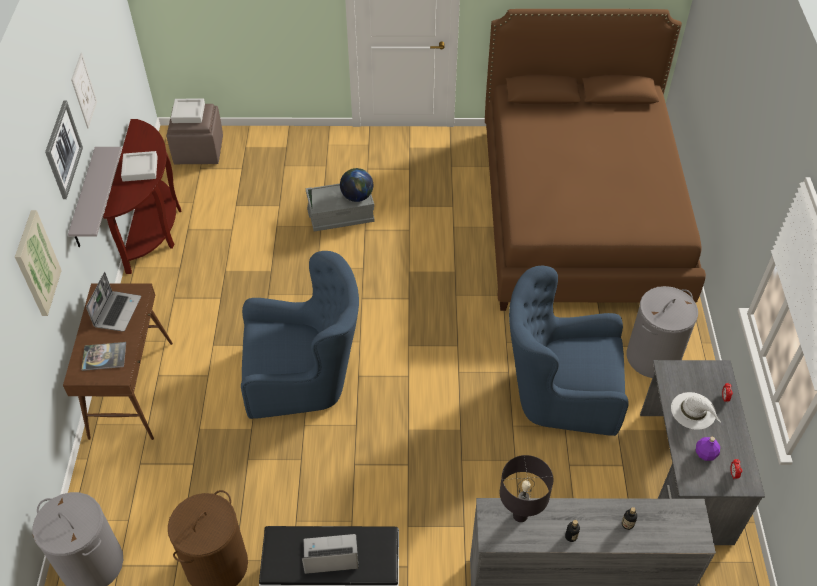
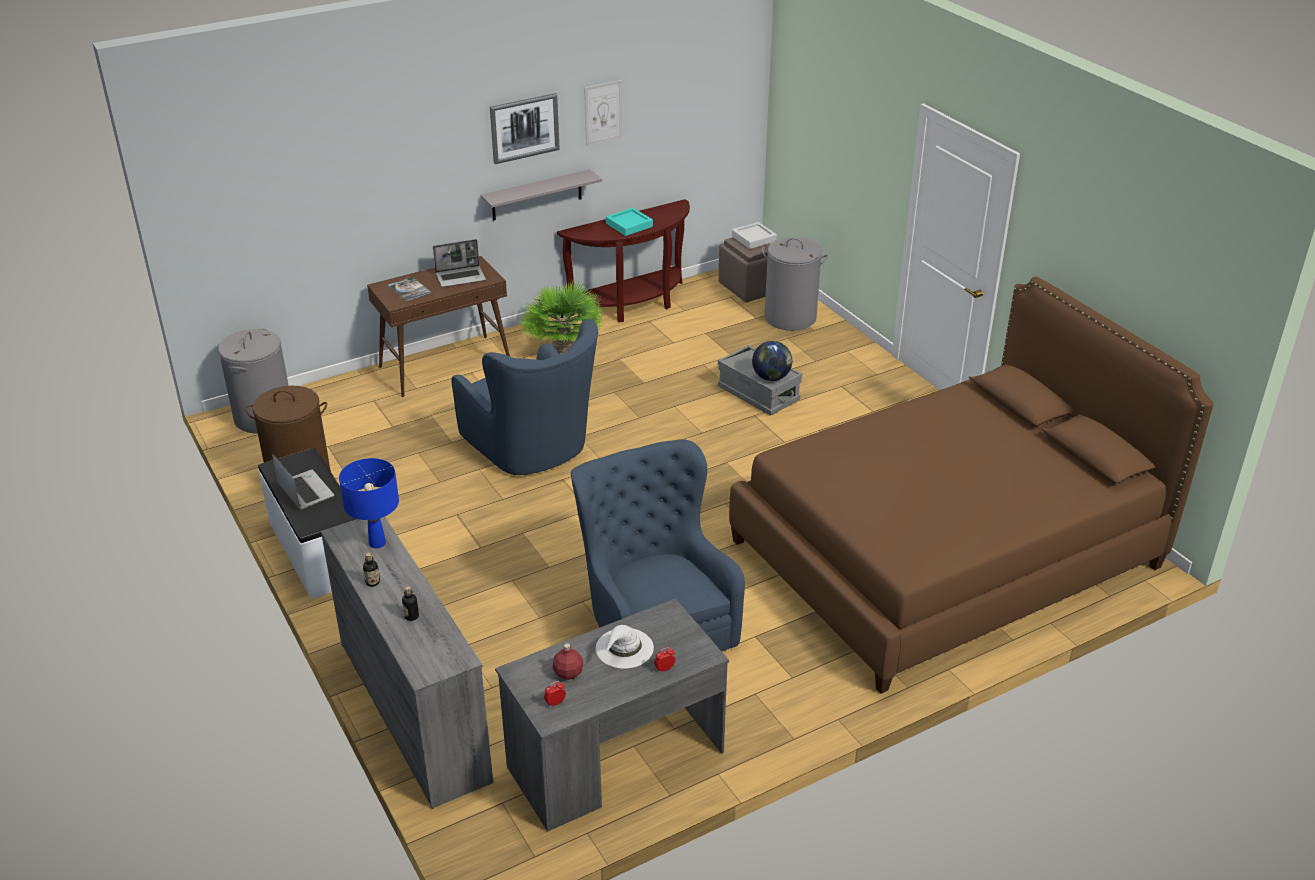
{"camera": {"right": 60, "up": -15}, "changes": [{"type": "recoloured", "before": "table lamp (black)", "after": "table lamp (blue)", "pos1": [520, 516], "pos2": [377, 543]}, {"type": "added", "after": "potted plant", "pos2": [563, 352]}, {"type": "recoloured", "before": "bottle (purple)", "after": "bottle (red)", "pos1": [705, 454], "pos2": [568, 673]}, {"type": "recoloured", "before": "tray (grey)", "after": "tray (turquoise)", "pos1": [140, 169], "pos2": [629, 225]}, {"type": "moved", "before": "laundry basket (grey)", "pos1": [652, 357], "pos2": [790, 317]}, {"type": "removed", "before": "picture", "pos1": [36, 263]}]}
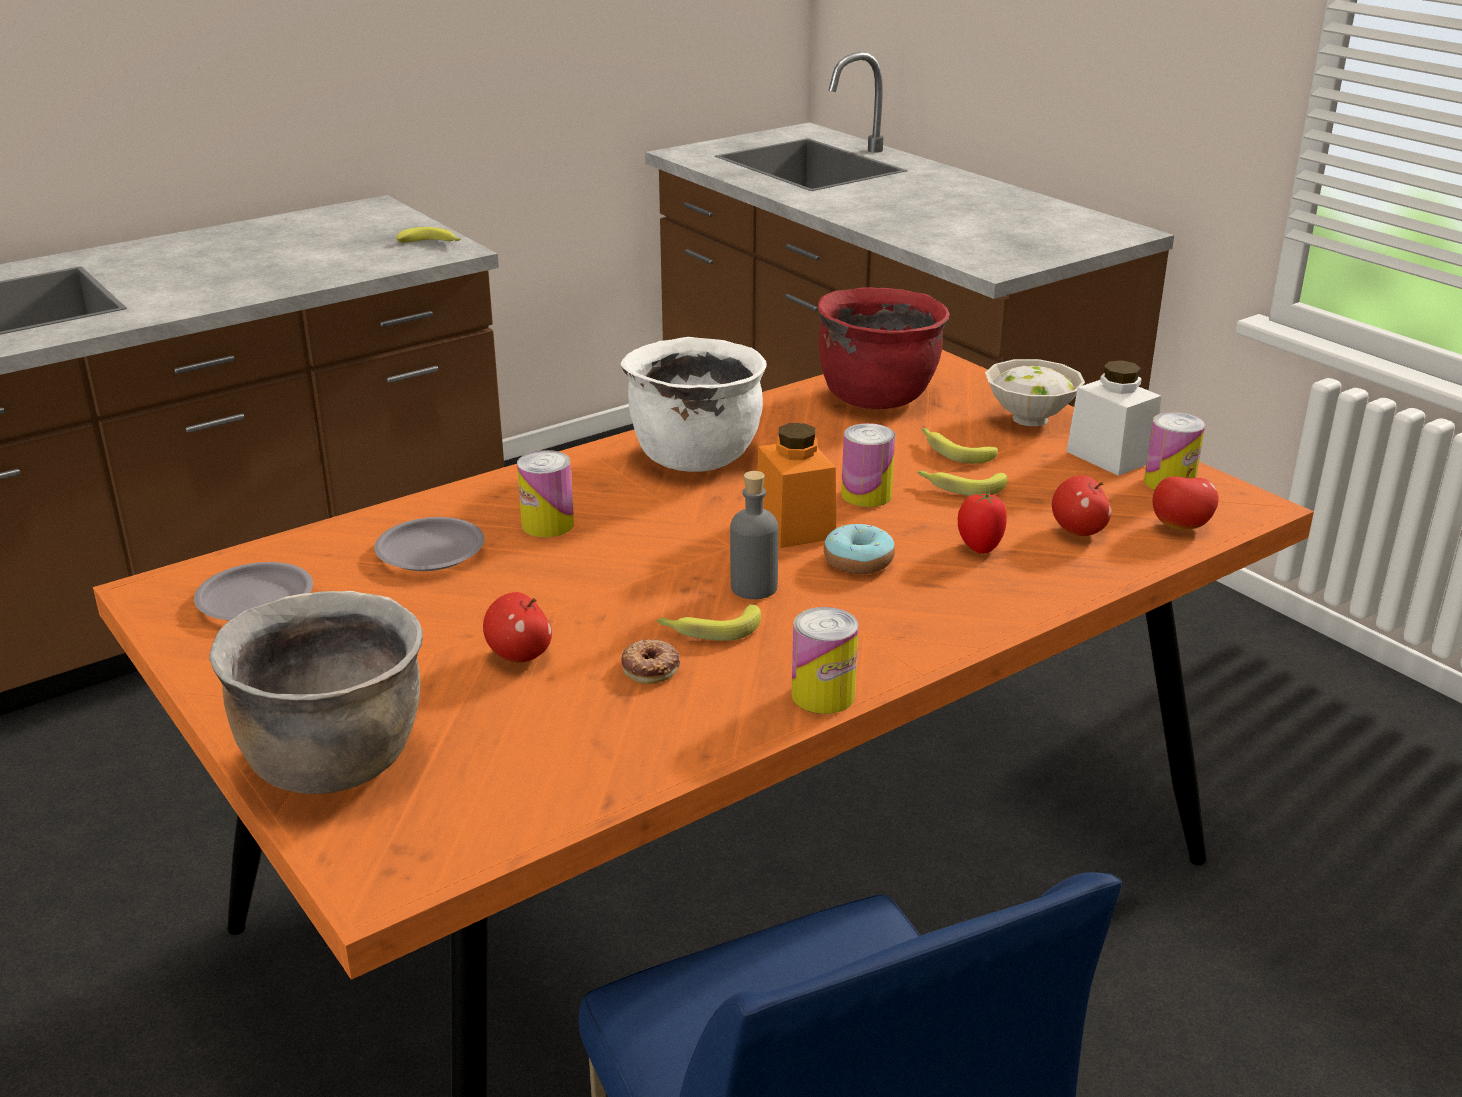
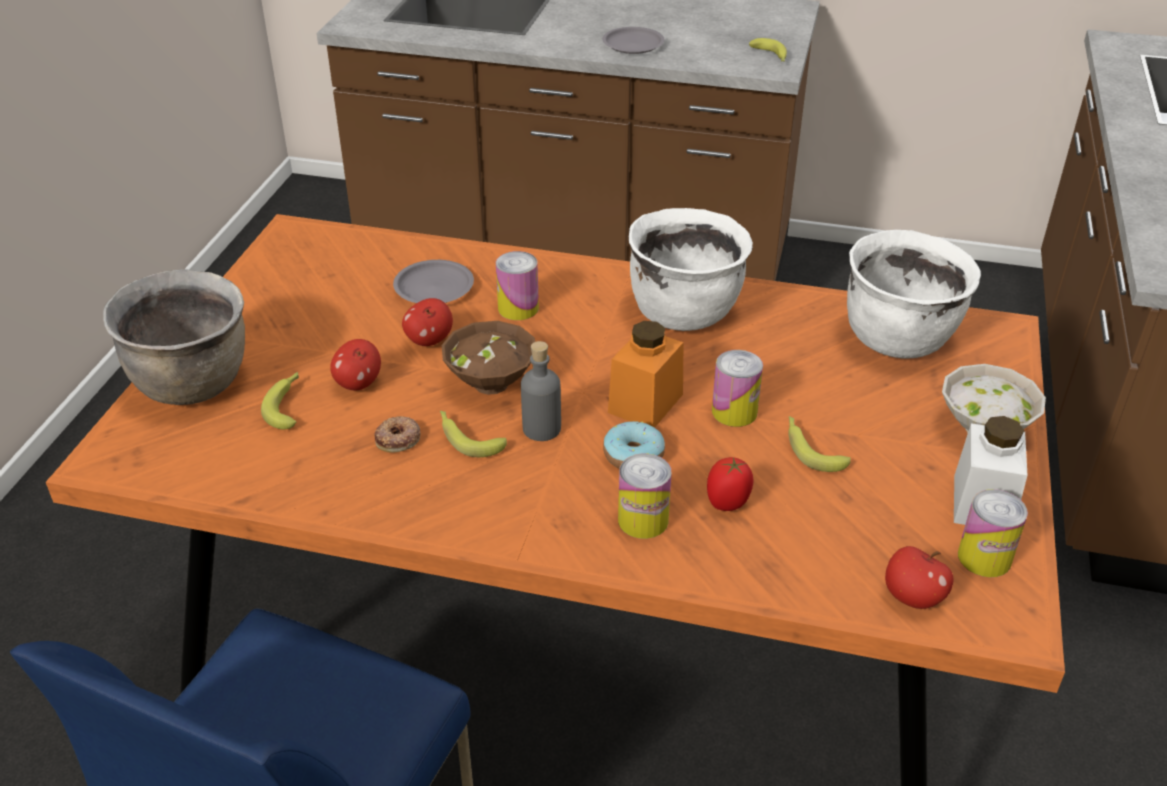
{"camera": {"right": 50, "up": 10}, "changes": [{"type": "moved", "before": "banana", "pos1": [954, 451], "pos2": [287, 405]}, {"type": "moved", "before": "apple", "pos1": [1078, 531], "pos2": [429, 340]}, {"type": "added", "after": "bowl (brown)", "pos2": [493, 383]}, {"type": "moved", "before": "plate (grey)", "pos1": [255, 600], "pos2": [632, 45]}, {"type": "moved", "before": "can", "pos1": [823, 695], "pos2": [643, 520]}, {"type": "recoloured", "before": "cooking pot (red)", "after": "cooking pot (white)", "pos1": [877, 397], "pos2": [898, 339]}]}
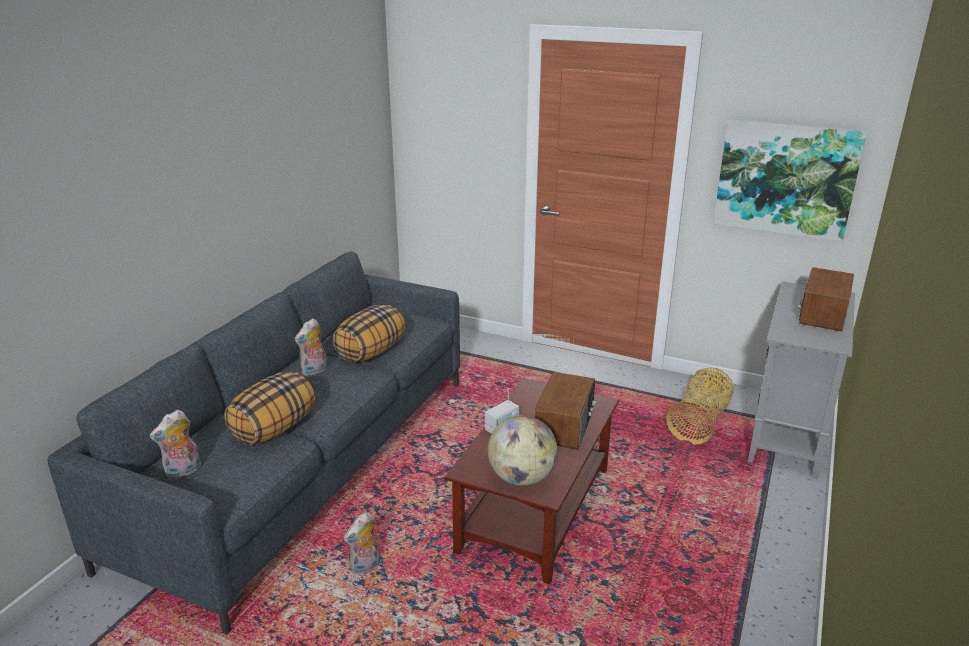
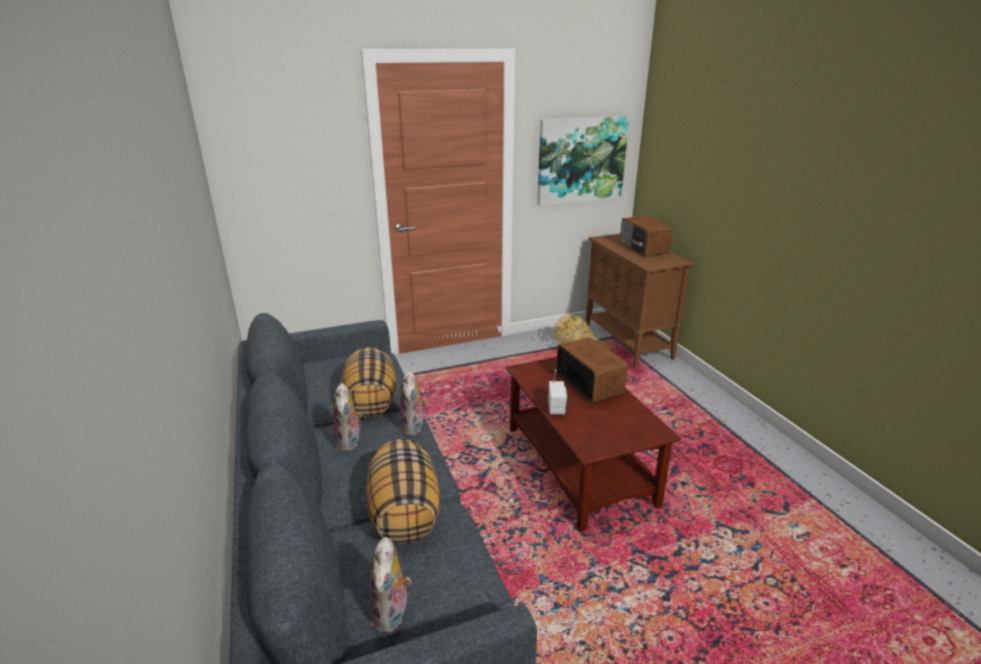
{"camera": {"right": -45, "up": 0}, "changes": [{"type": "moved", "before": "plush toy", "pos1": [365, 567], "pos2": [414, 427]}, {"type": "recoloured", "before": "cabinet (grey)", "after": "cabinet (brown)", "pos1": [788, 435], "pos2": [628, 342]}, {"type": "removed", "before": "globe", "pos1": [521, 478]}]}
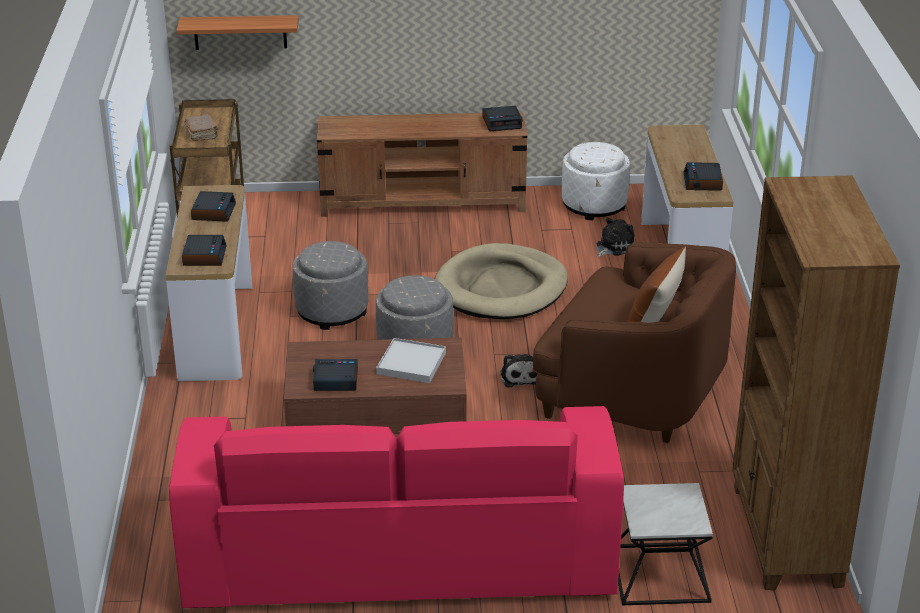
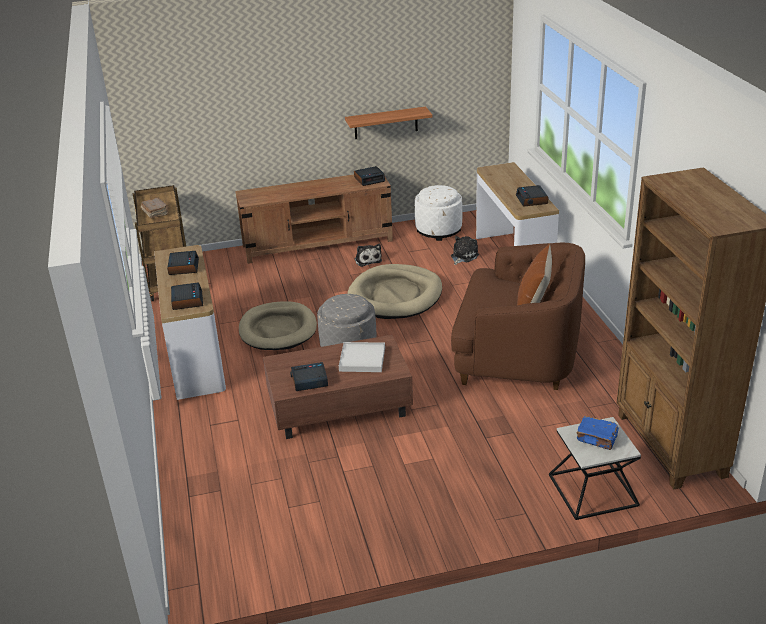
{"camera": {"right": -10, "up": 0}, "changes": [{"type": "replaced", "before": "ottoman (grey)", "after": "dog bed (beige)", "pos1": [332, 311], "pos2": [278, 329]}, {"type": "moved", "before": "shelf", "pos1": [240, 32], "pos2": [386, 123]}, {"type": "moved", "before": "plush toy", "pos1": [520, 376], "pos2": [367, 260]}, {"type": "added", "after": "book (blue)", "pos2": [597, 439]}, {"type": "removed", "before": "sofa (pink)", "pos1": [398, 559]}]}
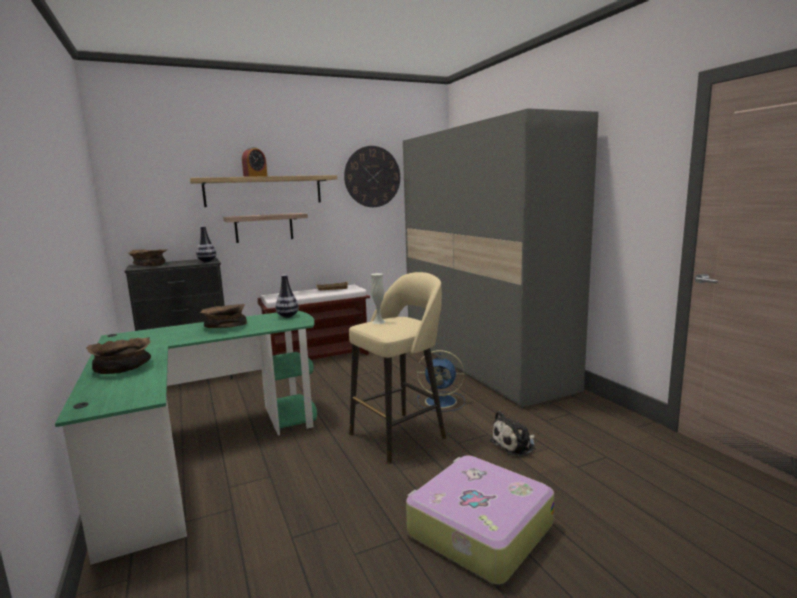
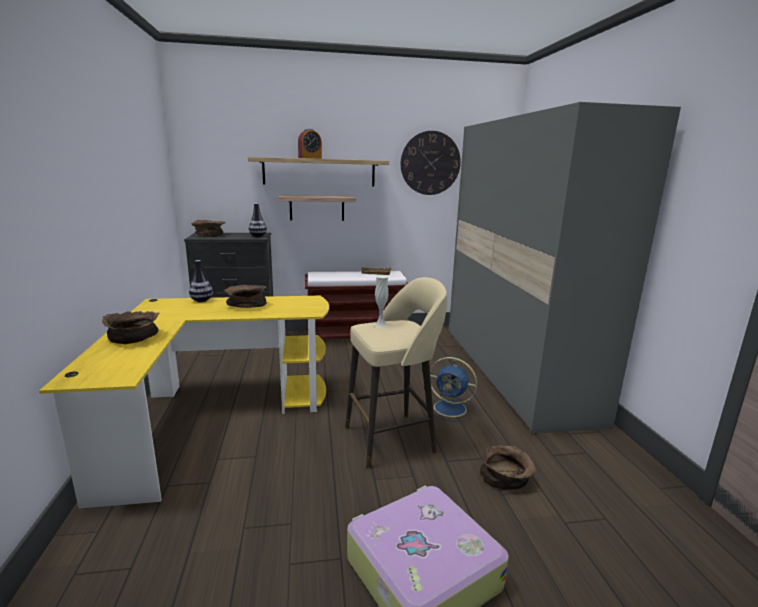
{"camera": {"right": 15, "up": 5}, "changes": [{"type": "recoloured", "before": "desk (green)", "after": "desk (yellow)", "pos1": [200, 452], "pos2": [211, 417]}, {"type": "moved", "before": "vase", "pos1": [287, 316], "pos2": [201, 301]}, {"type": "replaced", "before": "plush toy", "after": "bowl (brown)", "pos1": [515, 445], "pos2": [505, 478]}]}
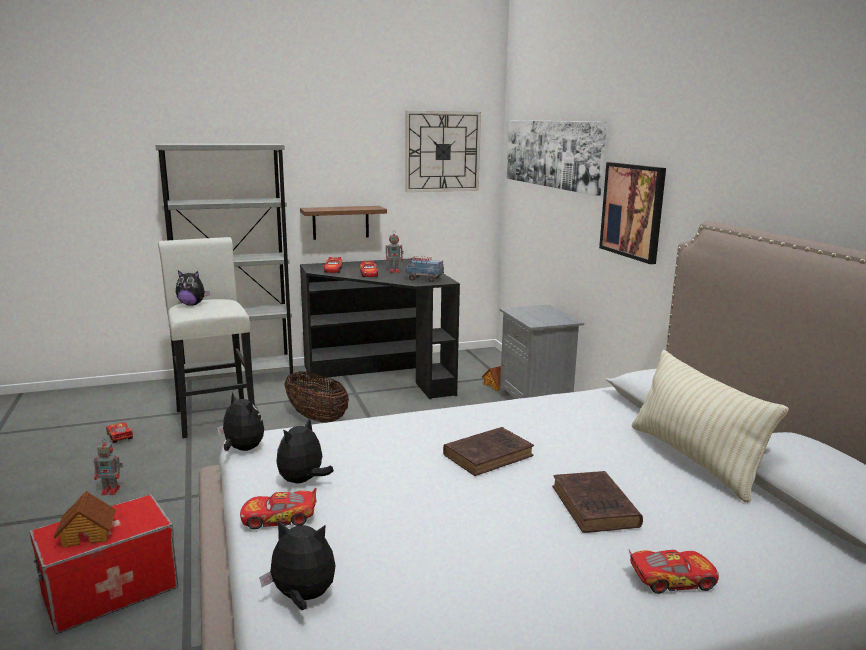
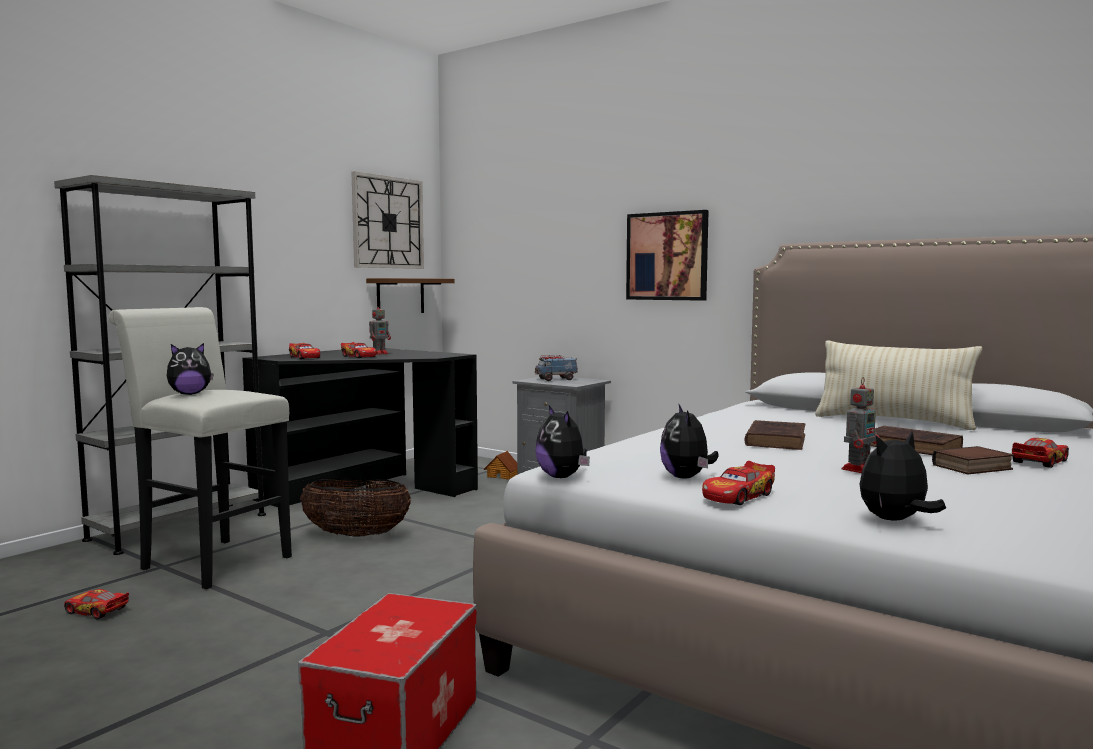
{"camera": {"right": -35, "up": -10}, "changes": [{"type": "moved", "before": "shelf (brown)", "pos1": [340, 222], "pos2": [400, 296]}, {"type": "moved", "before": "toy truck", "pos1": [424, 279], "pos2": [556, 379]}, {"type": "turned", "before": "plush toy", "pos1": [242, 449], "pos2": [562, 477], "turn": -120}, {"type": "moved", "before": "toy robot", "pos1": [111, 490], "pos2": [859, 469]}, {"type": "added", "after": "book", "pos2": [973, 467]}, {"type": "removed", "before": "toy house", "pos1": [88, 534]}, {"type": "removed", "before": "picture", "pos1": [552, 153]}]}
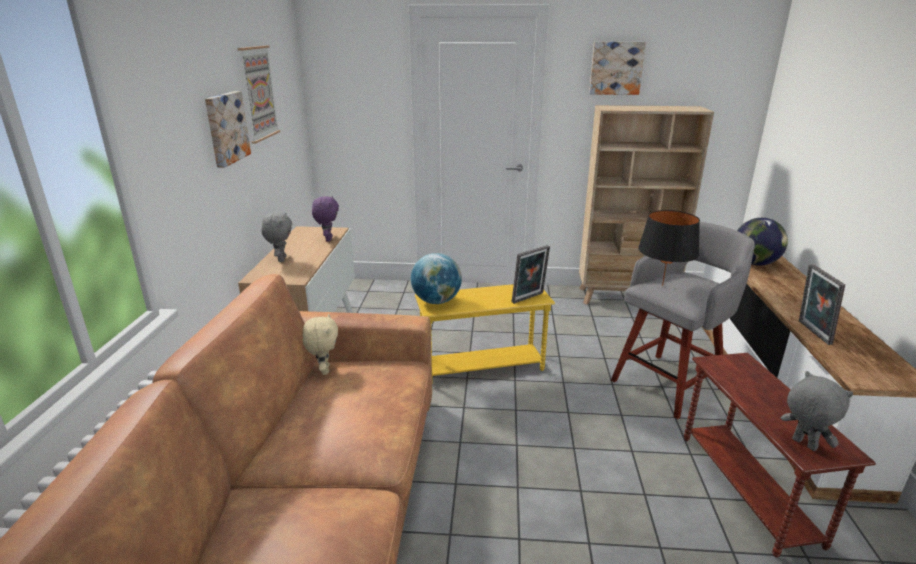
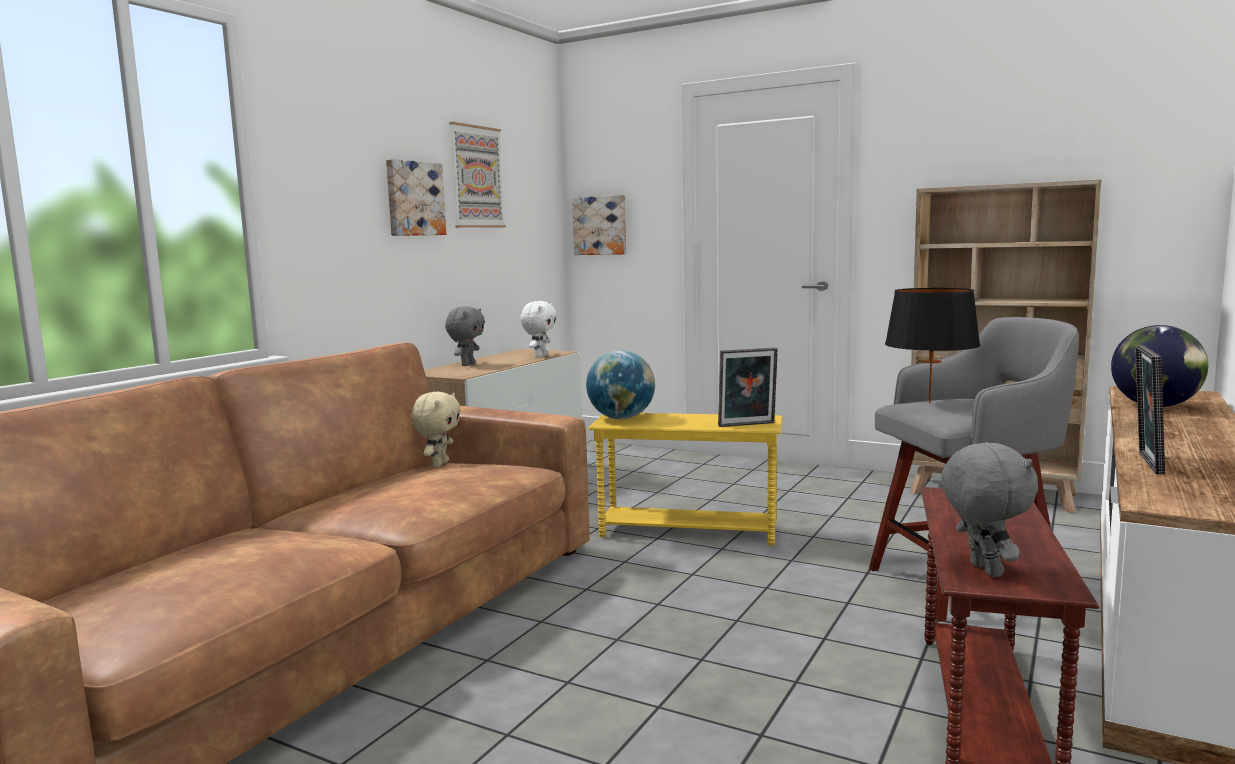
{"camera": {"right": 25, "up": -15}, "changes": [{"type": "recoloured", "before": "plush toy (purple)", "after": "plush toy (white)", "pos1": [328, 239], "pos2": [540, 356]}, {"type": "moved", "before": "picture", "pos1": [616, 68], "pos2": [600, 225]}]}
